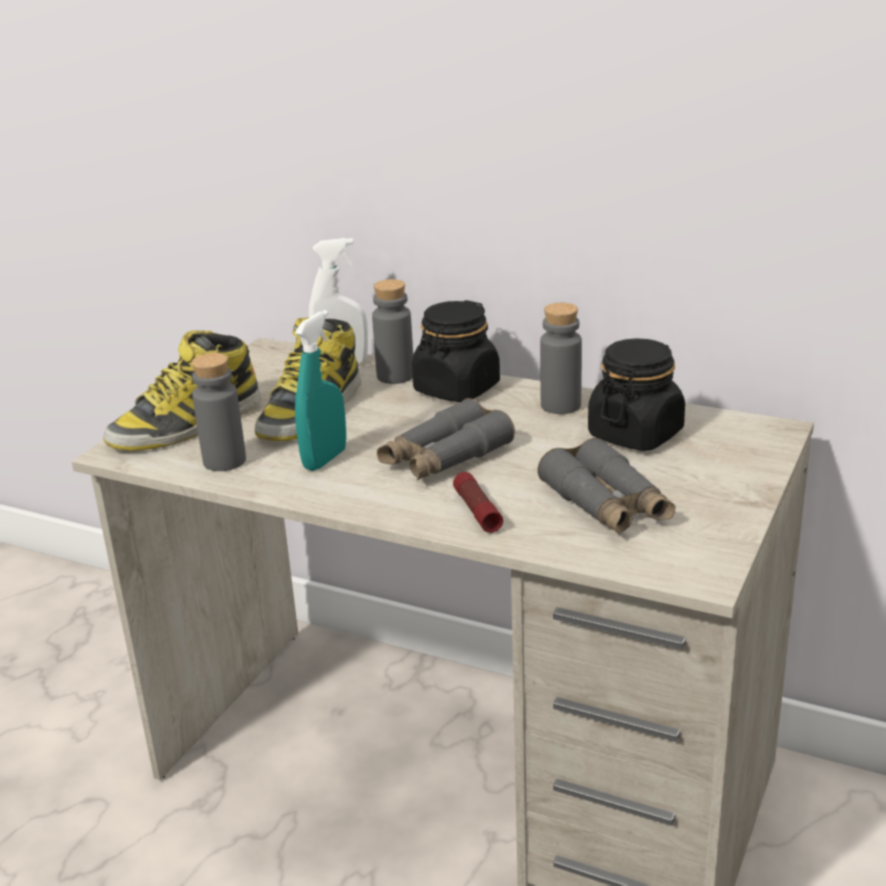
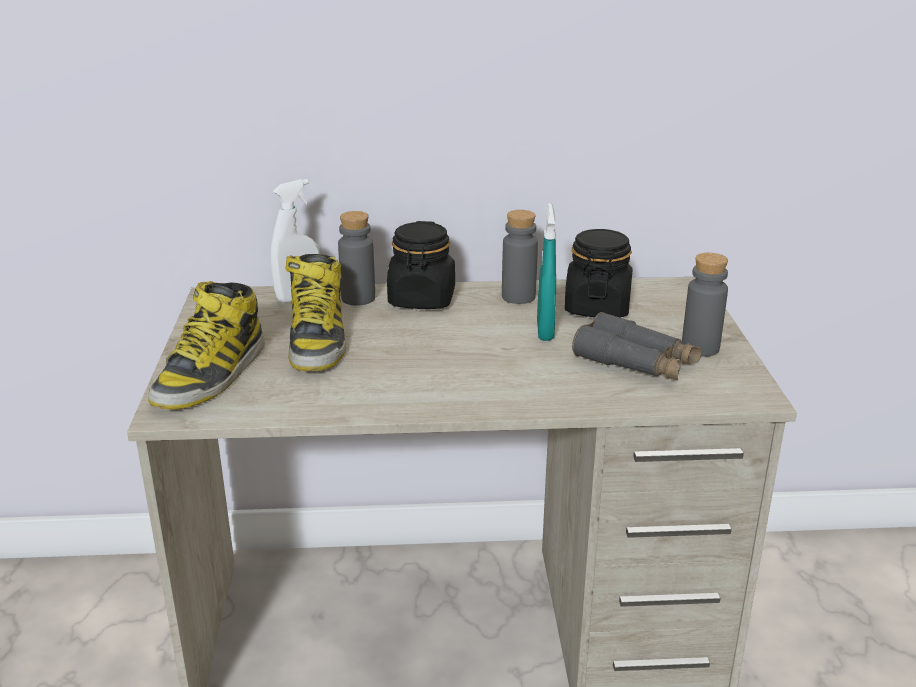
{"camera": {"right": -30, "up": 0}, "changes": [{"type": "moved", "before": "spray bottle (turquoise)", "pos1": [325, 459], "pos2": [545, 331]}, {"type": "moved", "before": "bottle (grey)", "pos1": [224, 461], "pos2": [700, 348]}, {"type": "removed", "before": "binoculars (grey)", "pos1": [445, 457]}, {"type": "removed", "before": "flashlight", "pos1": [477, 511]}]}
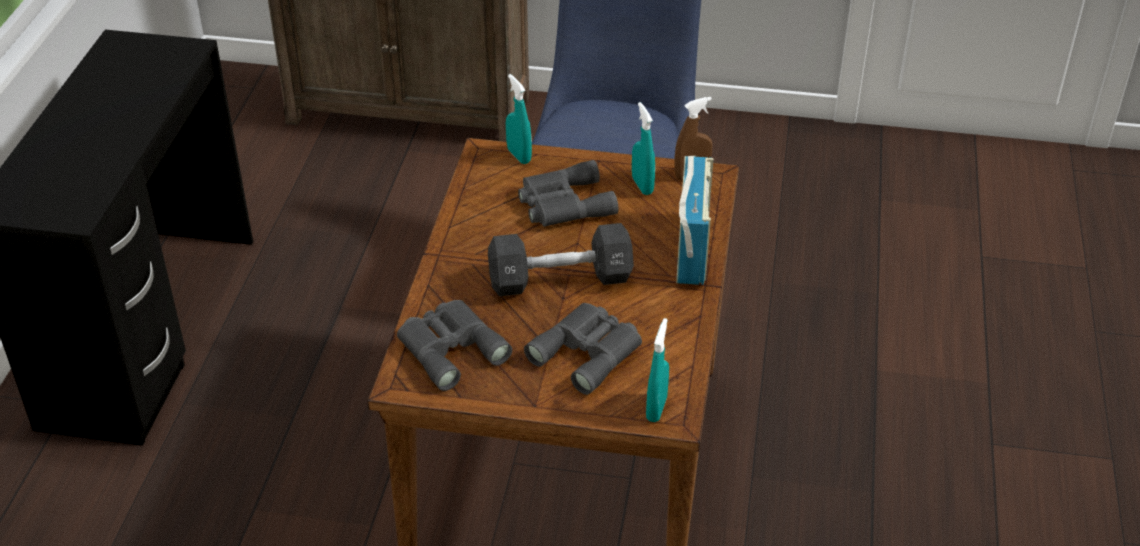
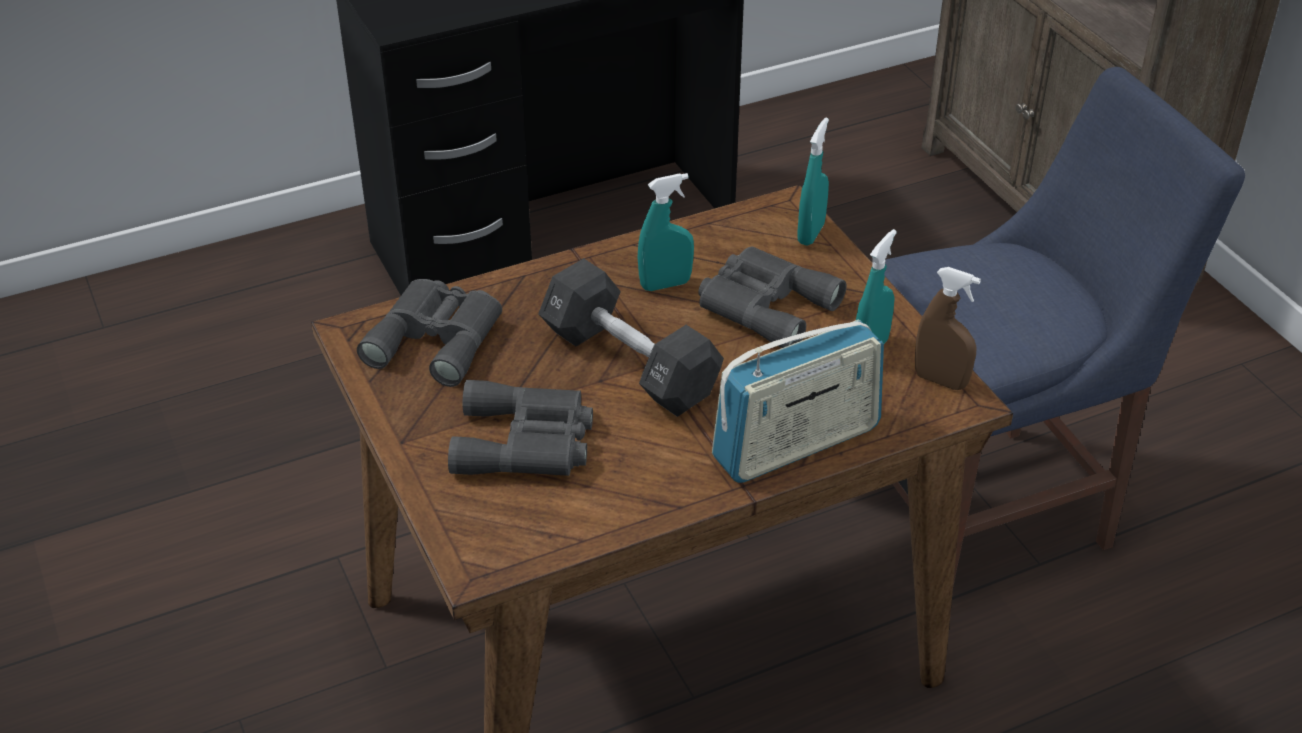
{"camera": {"right": 55, "up": 0}, "changes": [{"type": "moved", "before": "spray bottle (turquoise)", "pos1": [656, 409], "pos2": [665, 284]}]}
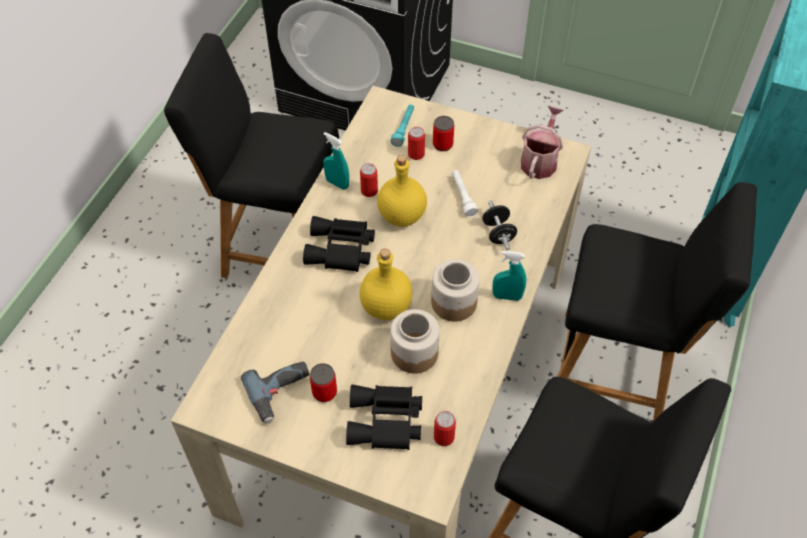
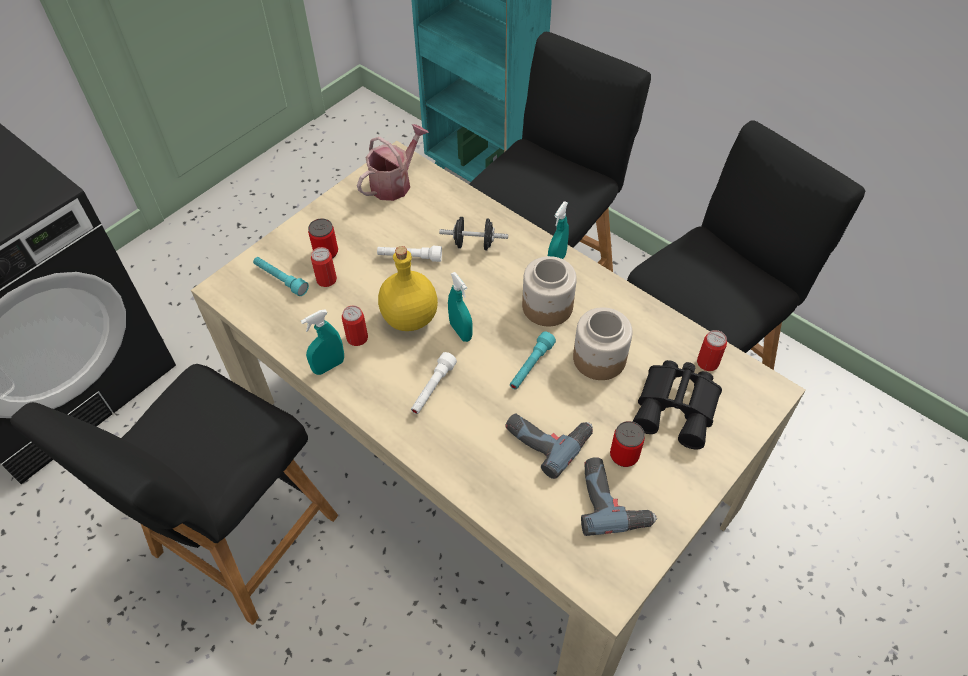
{"camera": {"right": -70, "up": 0}, "changes": [{"type": "turned", "before": "watering can", "pos1": [540, 160], "pos2": [394, 182], "turn": 90}, {"type": "replaced", "before": "binoculars (black)", "after": "flashlight (white)", "pos1": [341, 250], "pos2": [432, 388]}, {"type": "added", "after": "spray bottle (turquoise)", "pos2": [460, 331]}, {"type": "added", "after": "power drill", "pos2": [547, 437]}, {"type": "replaced", "before": "bottle (yellow)", "after": "flashlight (turquoise)", "pos1": [387, 307], "pos2": [531, 366]}]}
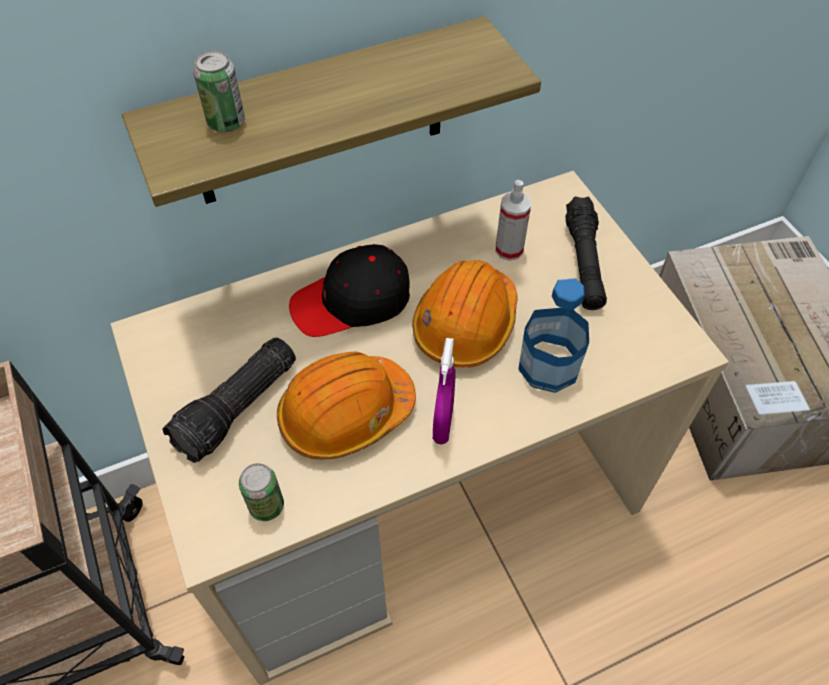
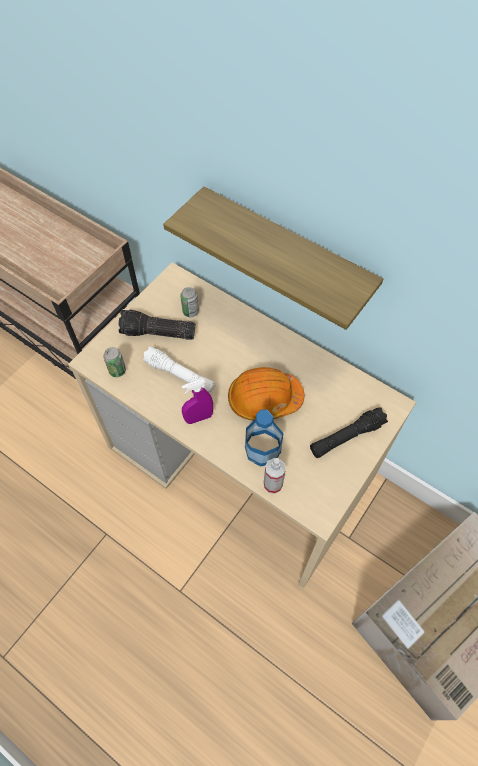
{"camera": {"right": 60, "up": 5}, "changes": [{"type": "replaced", "before": "hard hat (orange)", "after": "flashlight (white)", "pos1": [346, 414], "pos2": [180, 375]}, {"type": "moved", "before": "can", "pos1": [226, 122], "pos2": [190, 312]}, {"type": "moved", "before": "spray bottle", "pos1": [509, 250], "pos2": [273, 484]}, {"type": "removed", "before": "cap (black)", "pos1": [352, 301]}]}
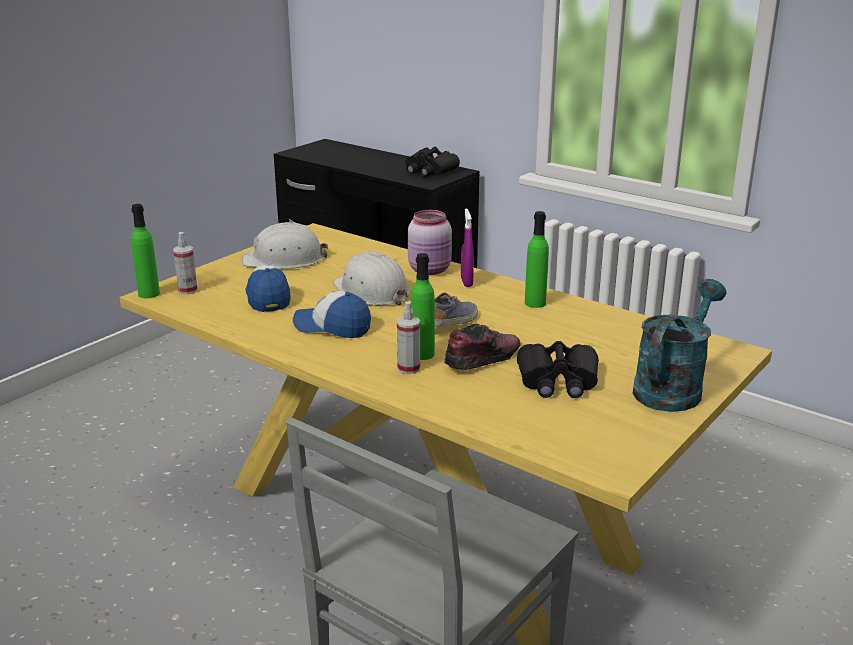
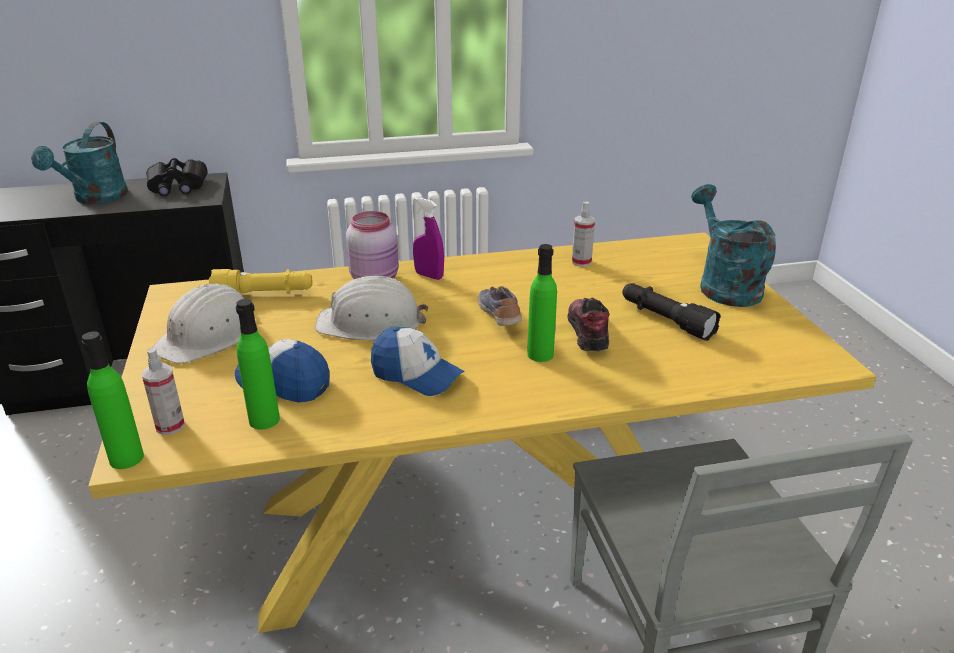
{"camera": {"right": -50, "up": 5}, "changes": [{"type": "added", "after": "watering can (turquoise)", "pos2": [95, 199]}, {"type": "added", "after": "flashlight (yellow)", "pos2": [264, 294]}, {"type": "moved", "before": "bottle (green)", "pos1": [535, 303], "pos2": [264, 420]}, {"type": "turned", "before": "cap", "pos1": [332, 327], "pos2": [416, 375], "turn": -120}, {"type": "moved", "before": "spray bottle", "pos1": [408, 368], "pos2": [581, 262]}, {"type": "replaced", "before": "binoculars (black)", "after": "flashlight (black)", "pos1": [557, 381], "pos2": [665, 320]}]}
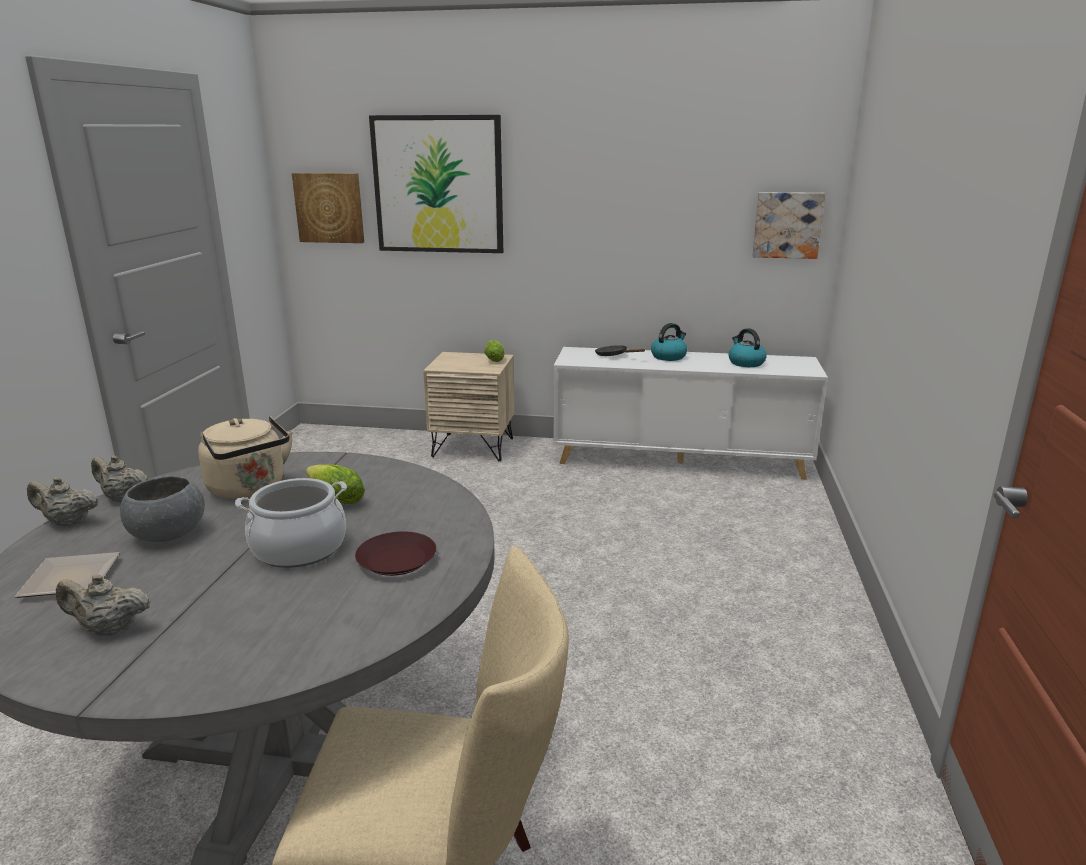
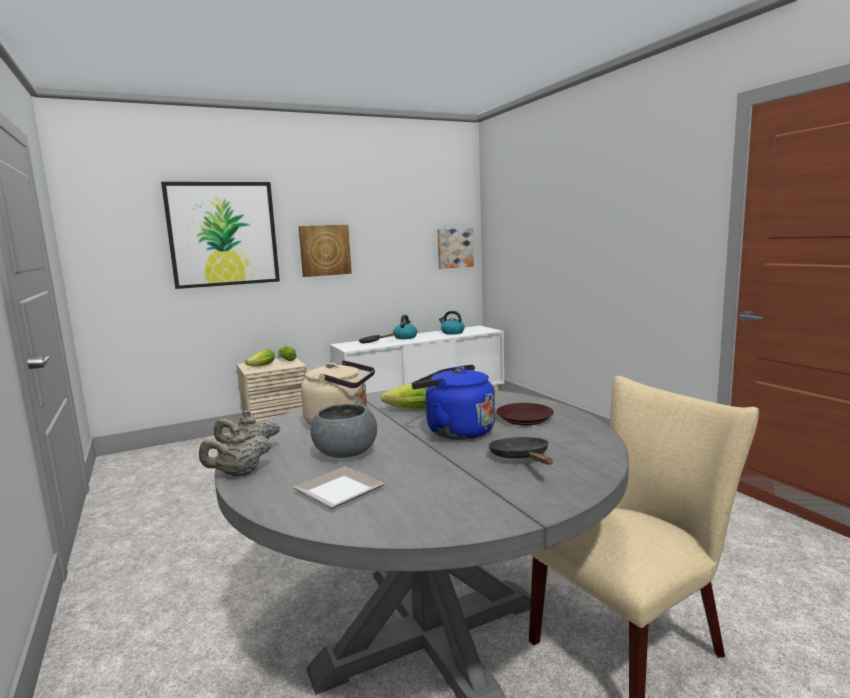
{"camera": {"right": -35, "up": -10}, "changes": [{"type": "added", "after": "lettuce", "pos2": [260, 366]}, {"type": "moved", "before": "picture", "pos1": [329, 208], "pos2": [325, 250]}, {"type": "replaced", "before": "cooking pot", "after": "kettle (blue)", "pos1": [299, 548], "pos2": [455, 431]}, {"type": "added", "after": "frying pan (black)", "pos2": [521, 458]}, {"type": "removed", "before": "teapot (beige)", "pos1": [109, 629]}]}
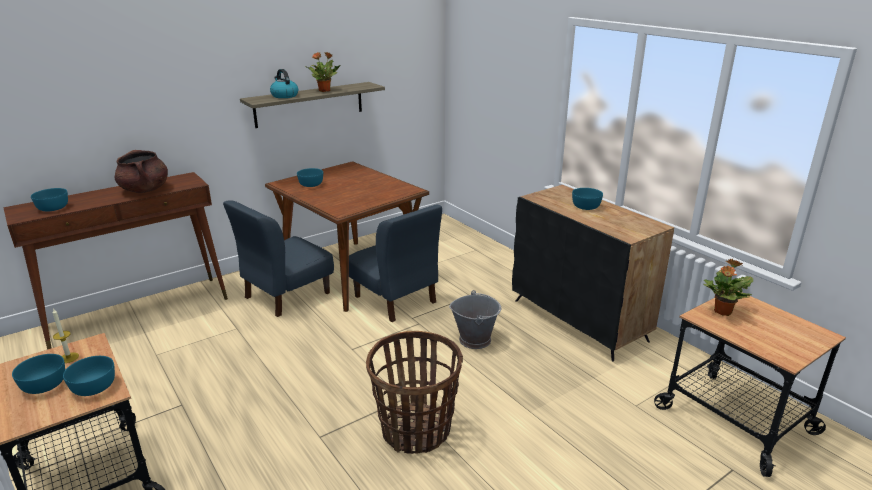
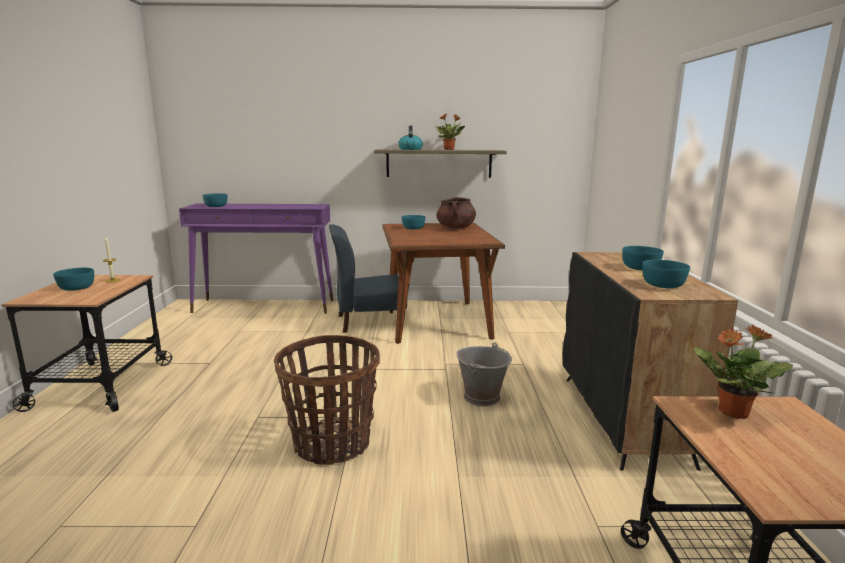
{"camera": {"right": 35, "up": -10}, "changes": [{"type": "recoloured", "before": "console table (brown)", "after": "console table (purple)", "pos1": [139, 312], "pos2": [265, 306]}, {"type": "moved", "before": "cooking pot (brown)", "pos1": [145, 190], "pos2": [455, 228]}, {"type": "moved", "before": "bowl (turquoise)", "pos1": [94, 387], "pos2": [664, 285]}, {"type": "removed", "before": "chair (blue)", "pos1": [395, 299]}]}
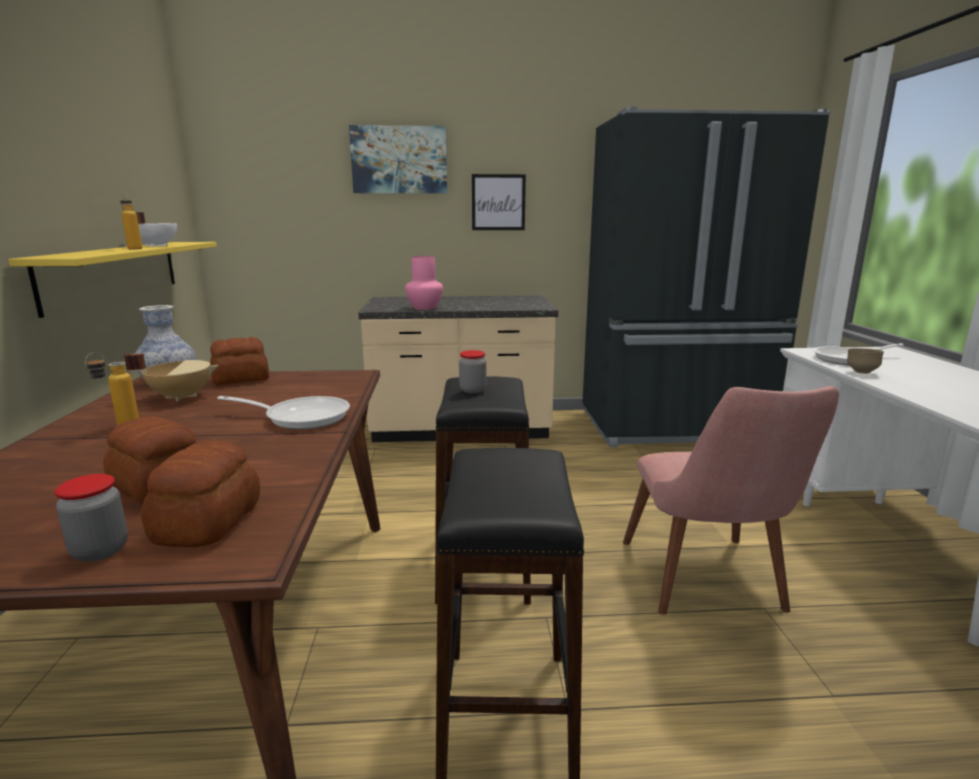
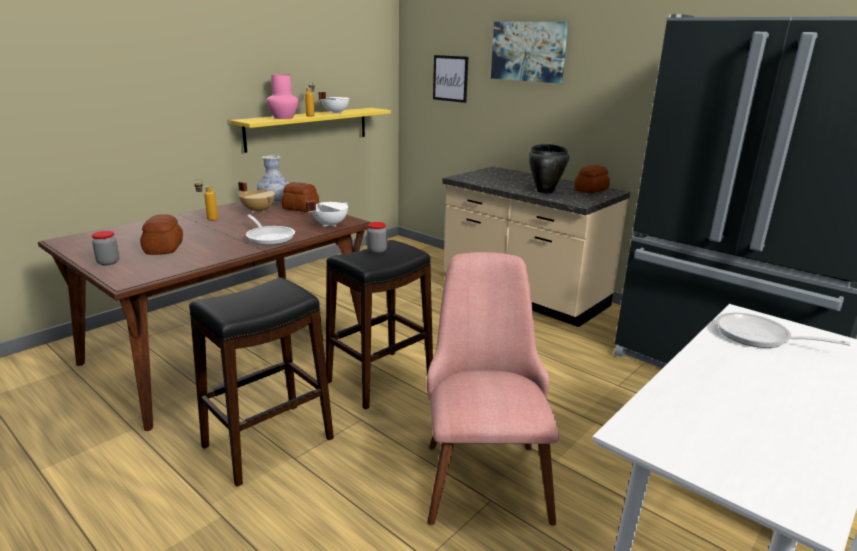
{"camera": {"right": 45, "up": 5}, "changes": [{"type": "moved", "before": "vase (pink)", "pos1": [424, 308], "pos2": [284, 117]}, {"type": "added", "after": "cooking pot (white)", "pos2": [329, 224]}, {"type": "turned", "before": "chair (pink)", "pos1": [709, 586], "pos2": [482, 468], "turn": 135}, {"type": "moved", "before": "picture", "pos1": [498, 202], "pos2": [450, 78]}, {"type": "added", "after": "cooking pot (black)", "pos2": [545, 191]}, {"type": "moved", "before": "bread", "pos1": [205, 523], "pos2": [590, 190]}, {"type": "removed", "before": "bowl (brown)", "pos1": [861, 372]}]}
